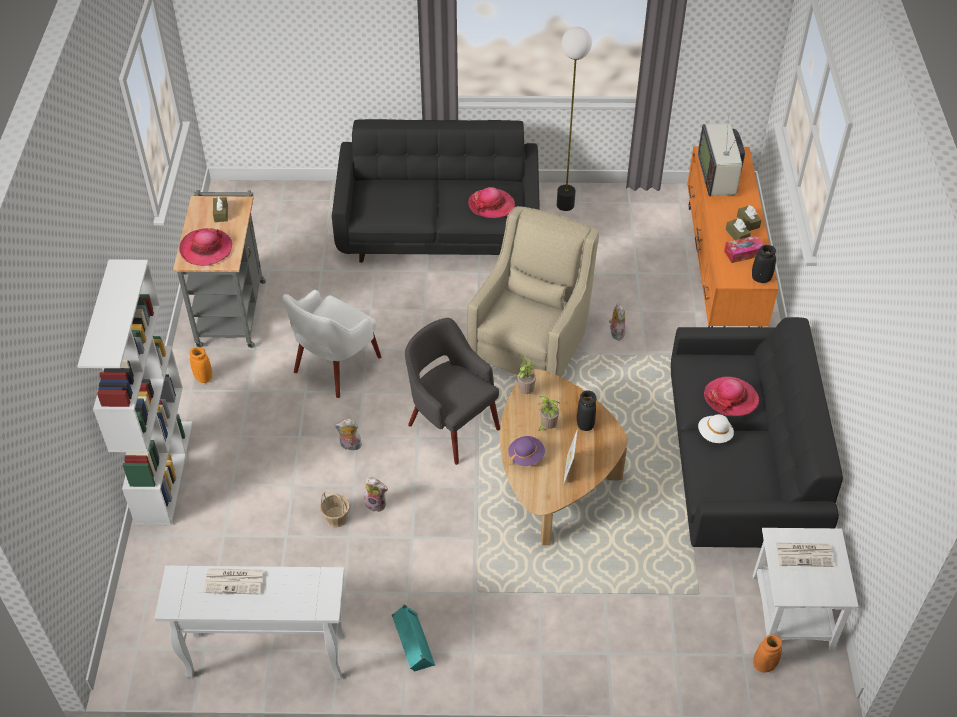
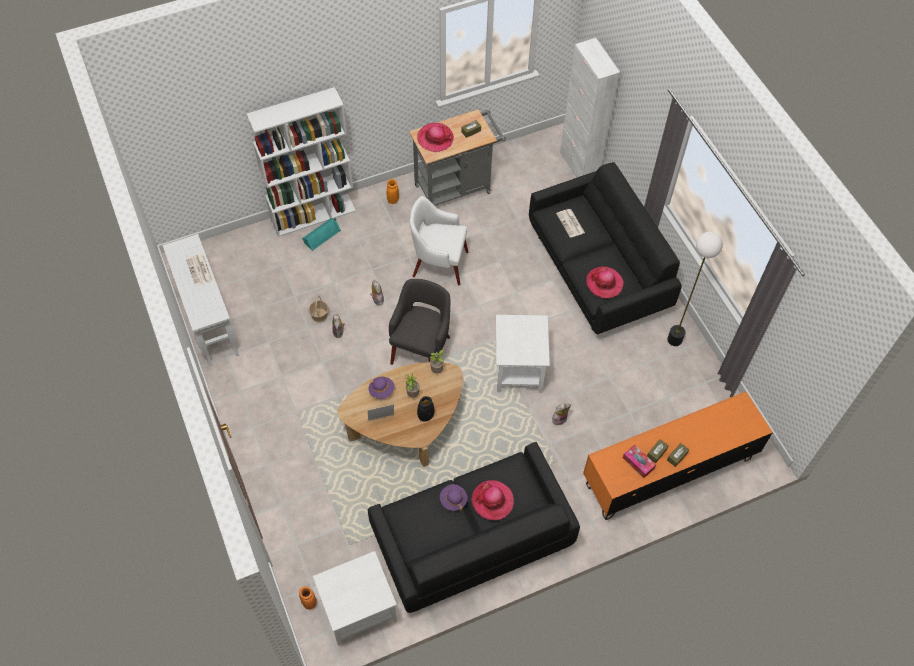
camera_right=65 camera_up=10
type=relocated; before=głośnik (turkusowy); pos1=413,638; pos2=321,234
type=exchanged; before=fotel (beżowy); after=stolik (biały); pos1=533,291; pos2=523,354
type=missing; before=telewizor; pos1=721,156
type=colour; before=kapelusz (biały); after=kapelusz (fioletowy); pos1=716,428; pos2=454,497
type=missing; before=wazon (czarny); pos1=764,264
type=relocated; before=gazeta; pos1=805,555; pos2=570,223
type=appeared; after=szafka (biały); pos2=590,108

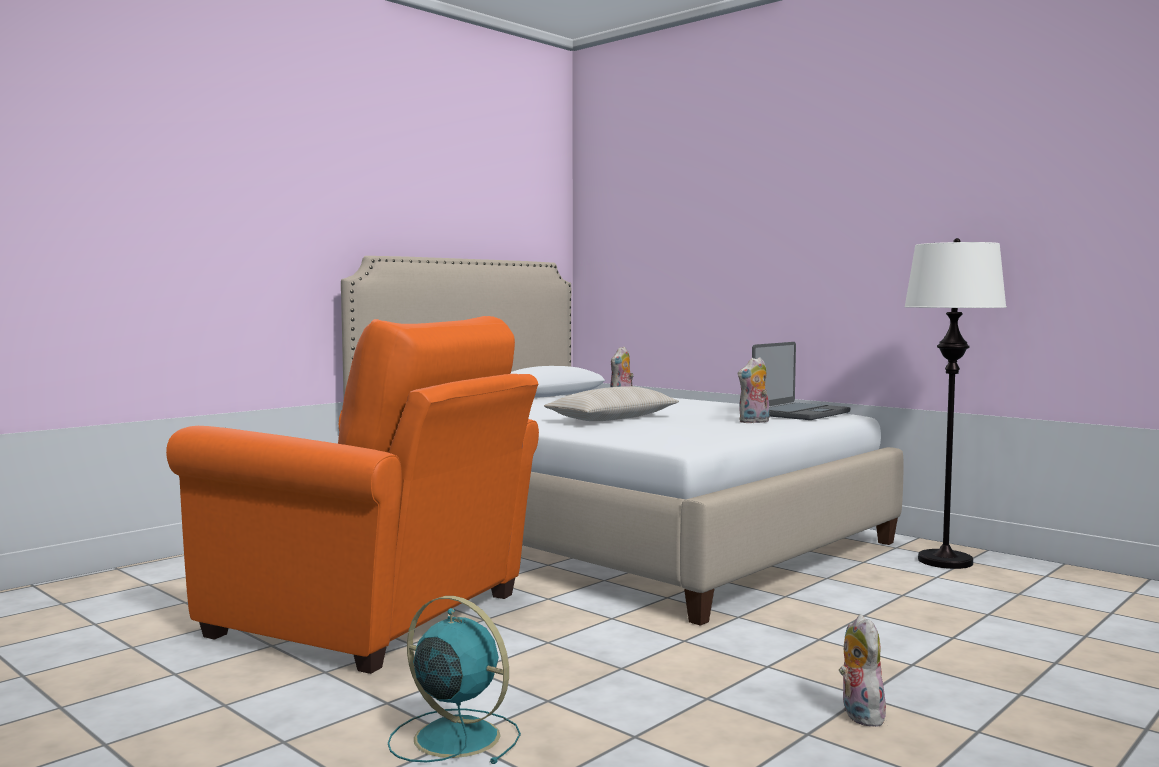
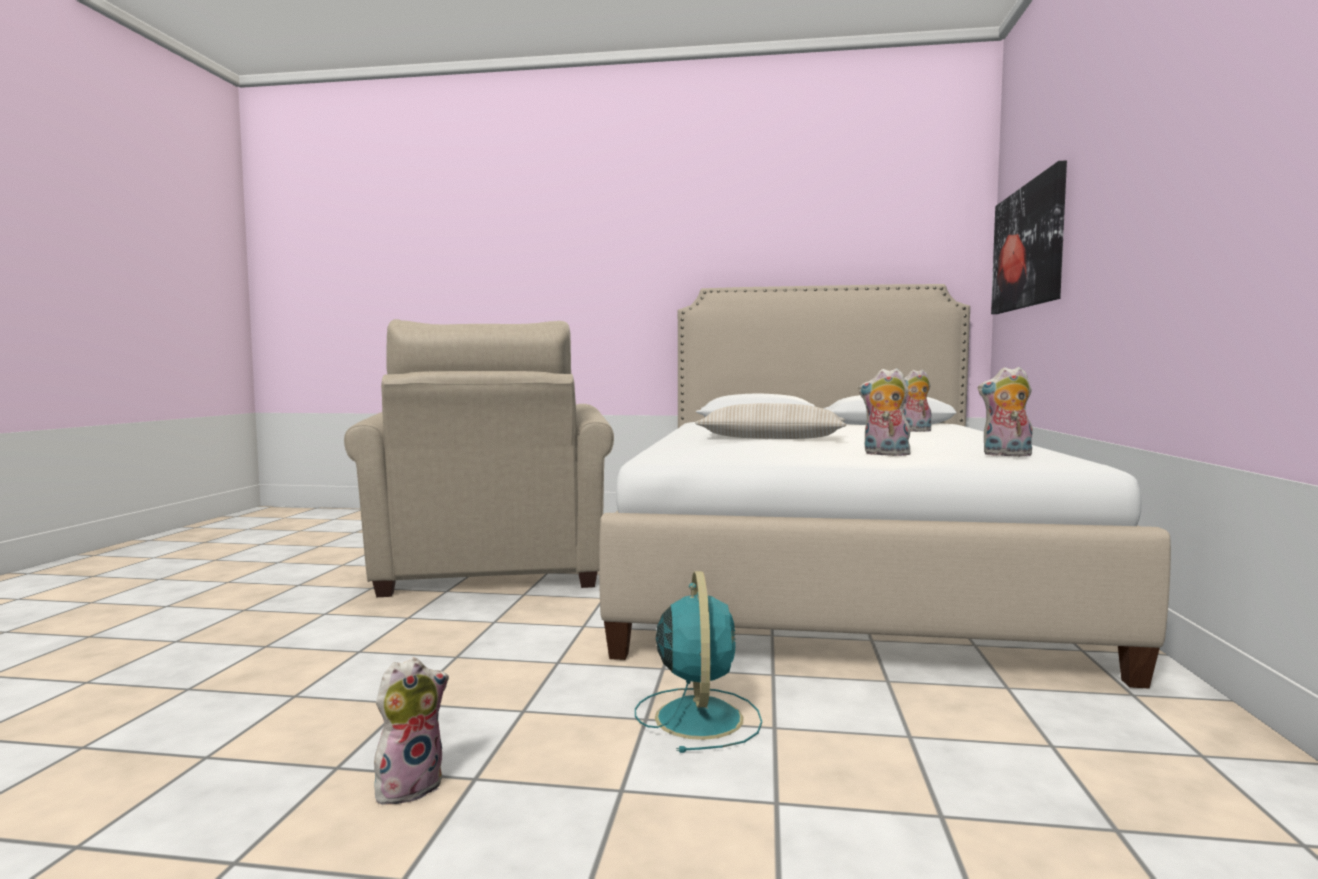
camera_right=55 camera_up=0
type=colour; before=fotel (pomarańczowy); after=fotel (beżowy); pos1=352,495; pos2=479,458
type=relocated; before=wentylator (turkusowy); pos1=454,680; pos2=698,662
type=exchanged; before=laptop; after=pluszak; pos1=801,381; pos2=1005,411
type=missing; before=lampa stojąca (biały); pos1=955,403
type=appeared; after=obraz; pos2=1029,237

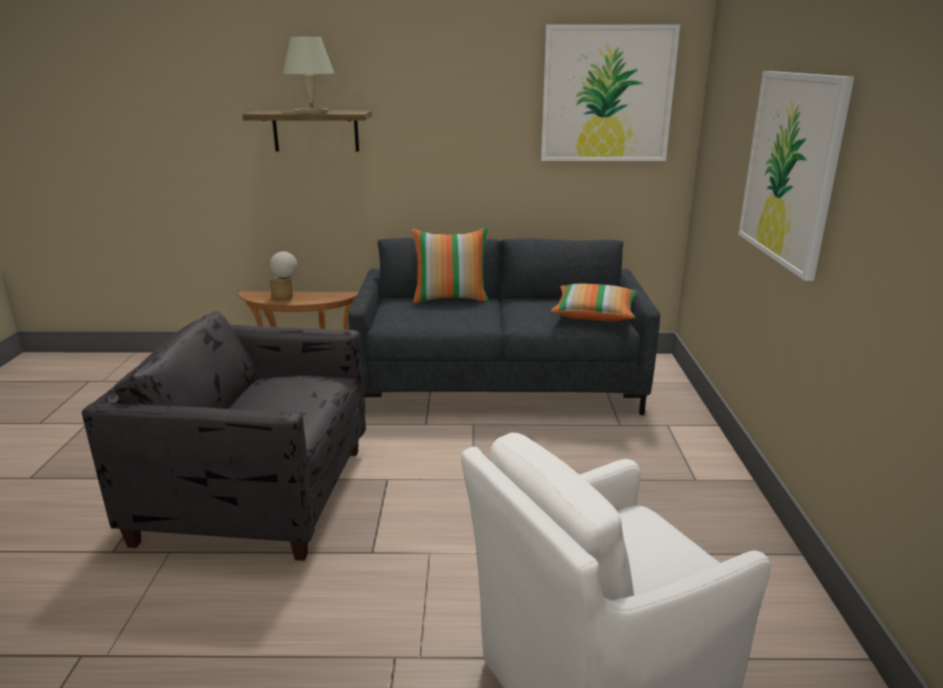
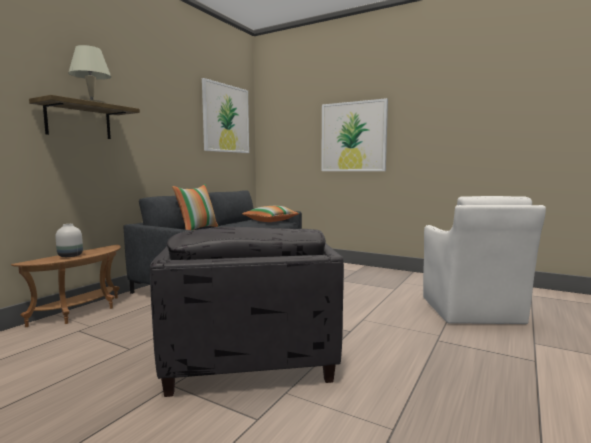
camera_right=-60 camera_up=-15
type=spun; before=fotel (szary); pos1=224,436; pos2=247,312; turn=-45
type=exchanged; before=lampa stołowa; after=wazon (biały); pos1=283,276; pos2=69,240

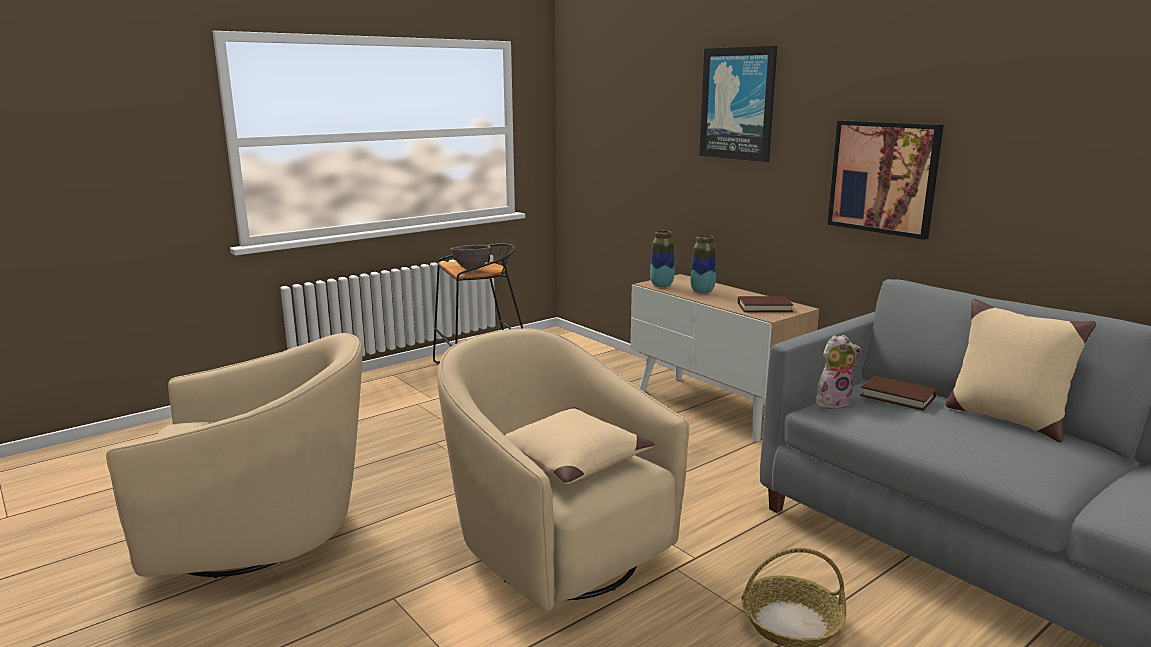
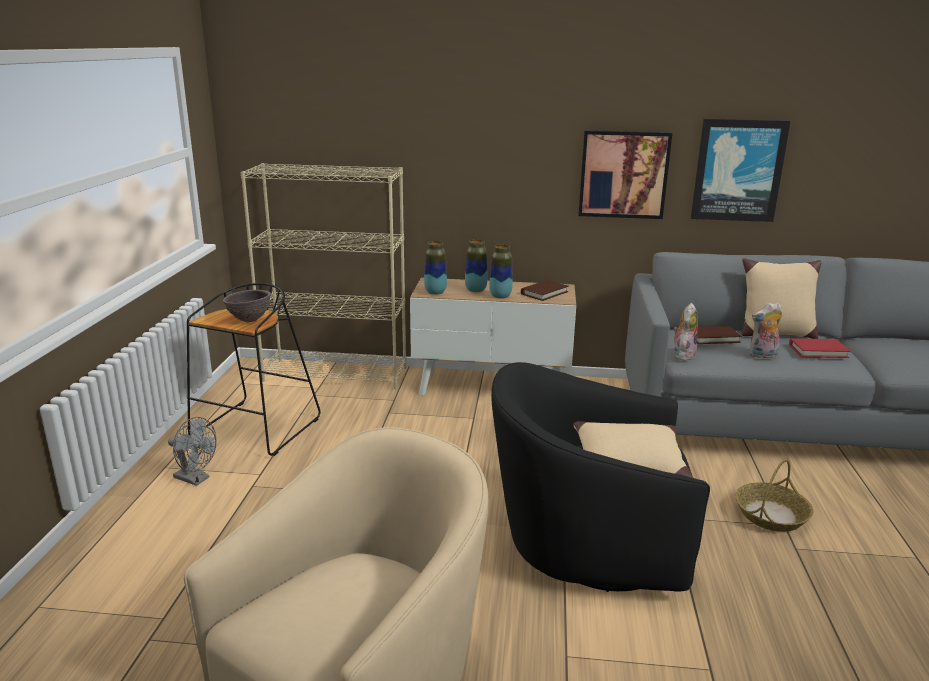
camera_right=-45 camera_up=5
type=colour; before=fotel (beżowy); after=fotel (czarny); pos1=563,470; pos2=600,477
type=relocated; before=obraz; pos1=738,104; pos2=741,170
type=appeared; after=wentylator (szary); pos2=192,451
type=appeared; after=regał (beżowy); pos2=323,276
type=appeared; after=wazon; pos2=501,271
type=appeared; after=pluszak; pos2=765,330
type=appeared; after=książka (czerwony); pos2=820,348

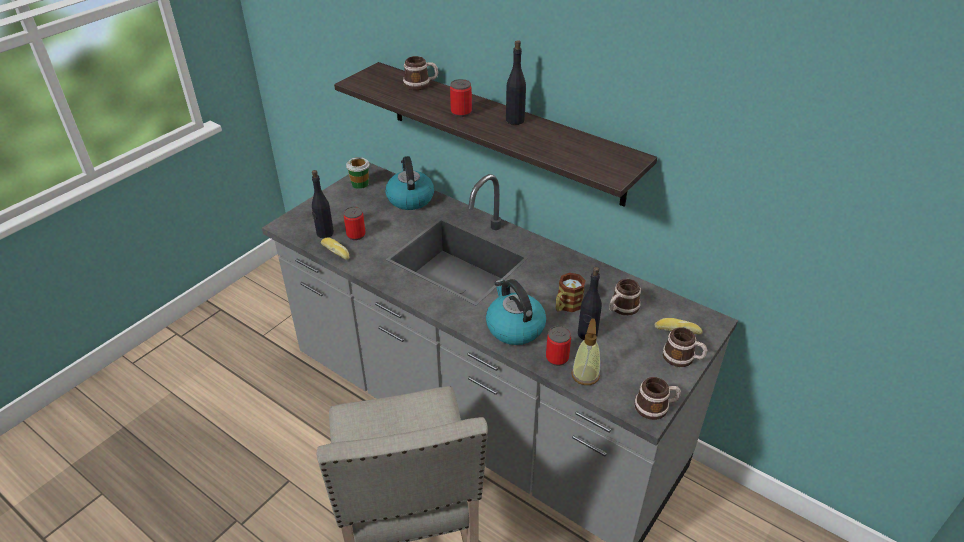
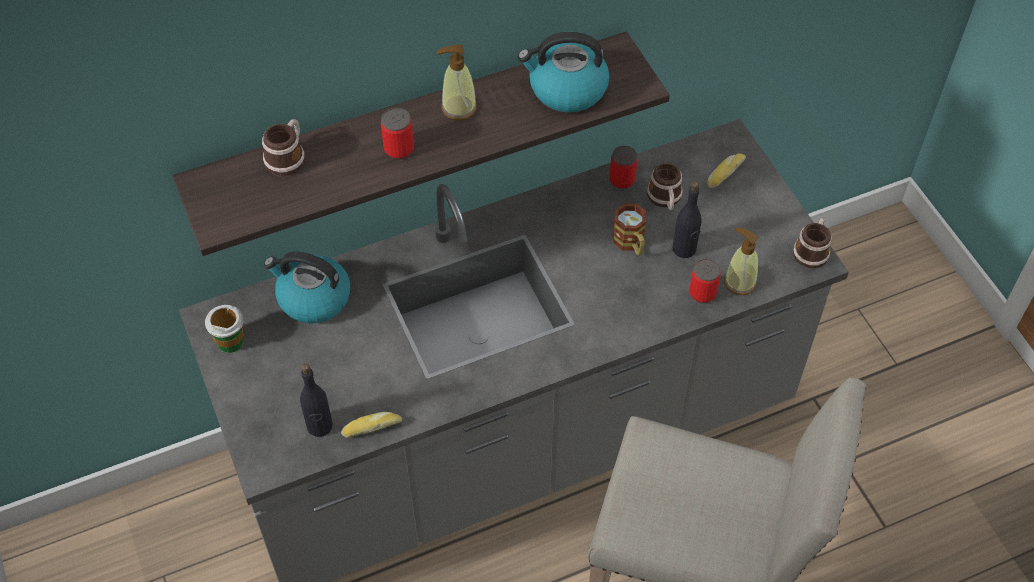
camera_right=-60 camera_up=15
type=relocated; before=puszka; pos1=355,223; pos2=623,167
type=relocated; before=czajnik; pos1=516,312; pos2=563,72
type=exchanged; before=butelka (czarny); after=dozownik mydła; pos1=516,82; pos2=456,82
type=missing; before=kubek; pos1=685,347

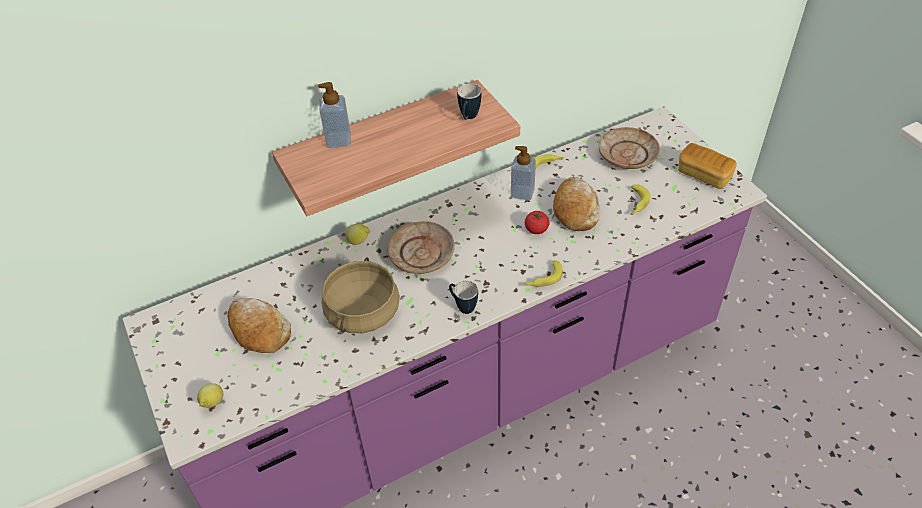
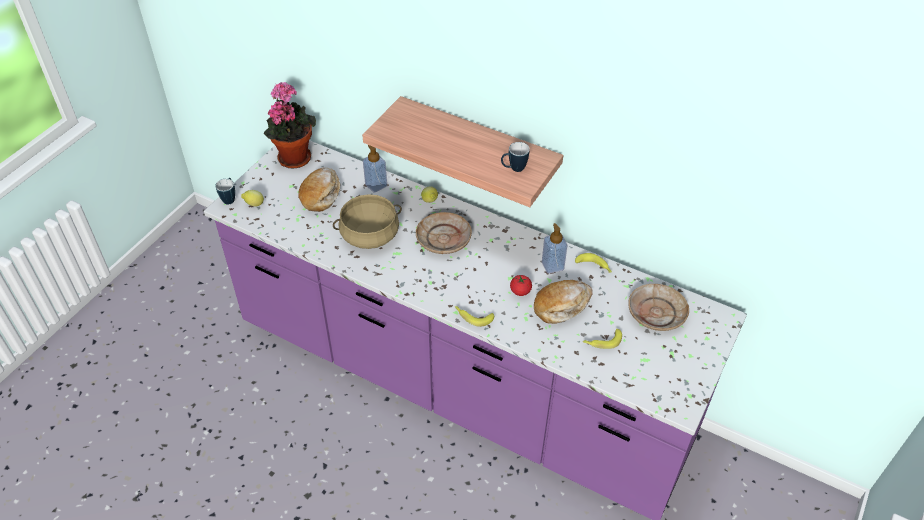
camera_right=55 camera_up=0
type=relocated; before=dozownik mydła; pos1=334,115; pos2=375,169
type=relocated; before=kubek; pos1=463,297; pos2=225,191
type=missing; before=chleb; pos1=707,165
type=appeared; after=roślina doniczkowa; pos2=290,125

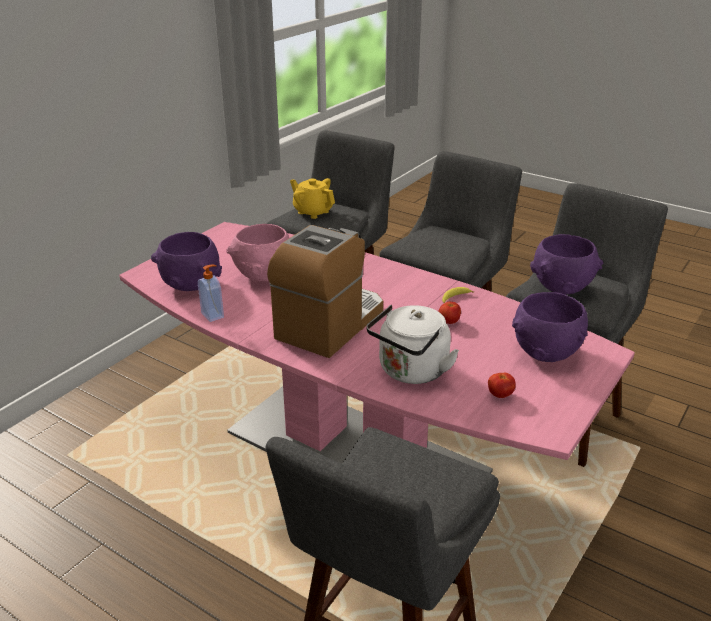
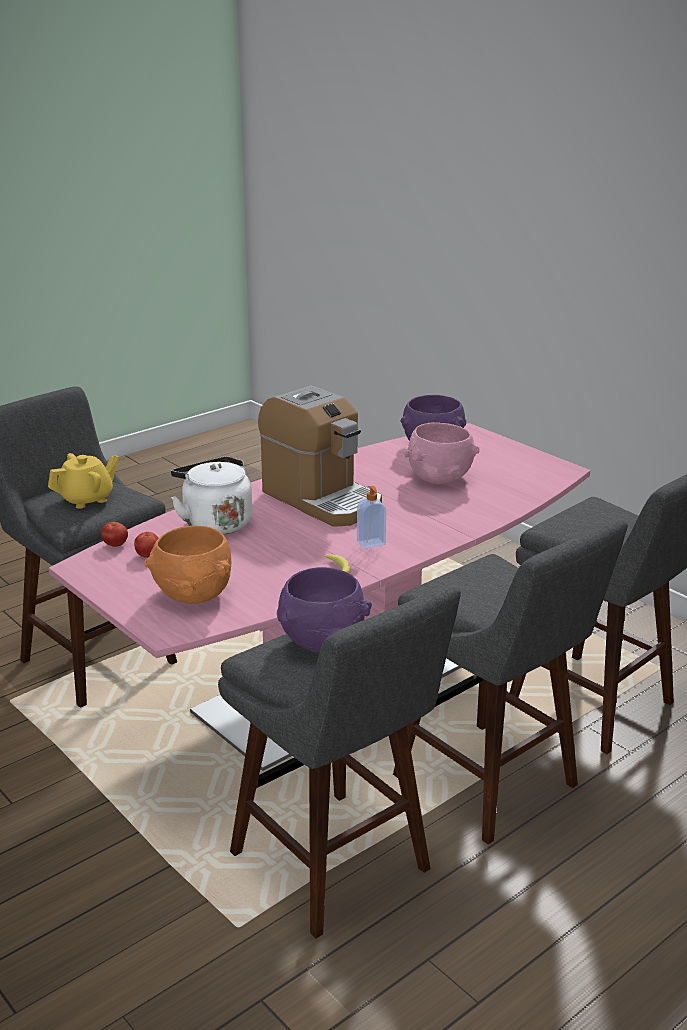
camera_right=105 camera_up=-5
type=relocated; before=dozownik mydła; pos1=211,293; pos2=371,517
type=relocated; before=imbryk (żółty); pos1=312,198; pos2=83,481
type=relocated; before=pomidor; pos1=449,313; pos2=114,534
type=colour; before=miska (fioletowy); after=miska (pomarańczowy); pos1=550,327; pos2=188,564

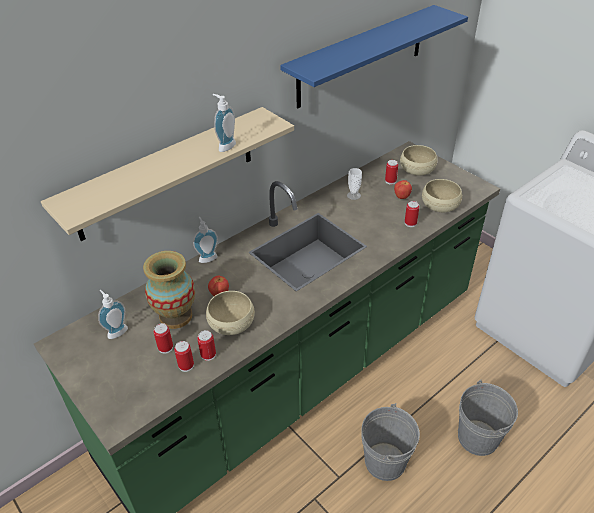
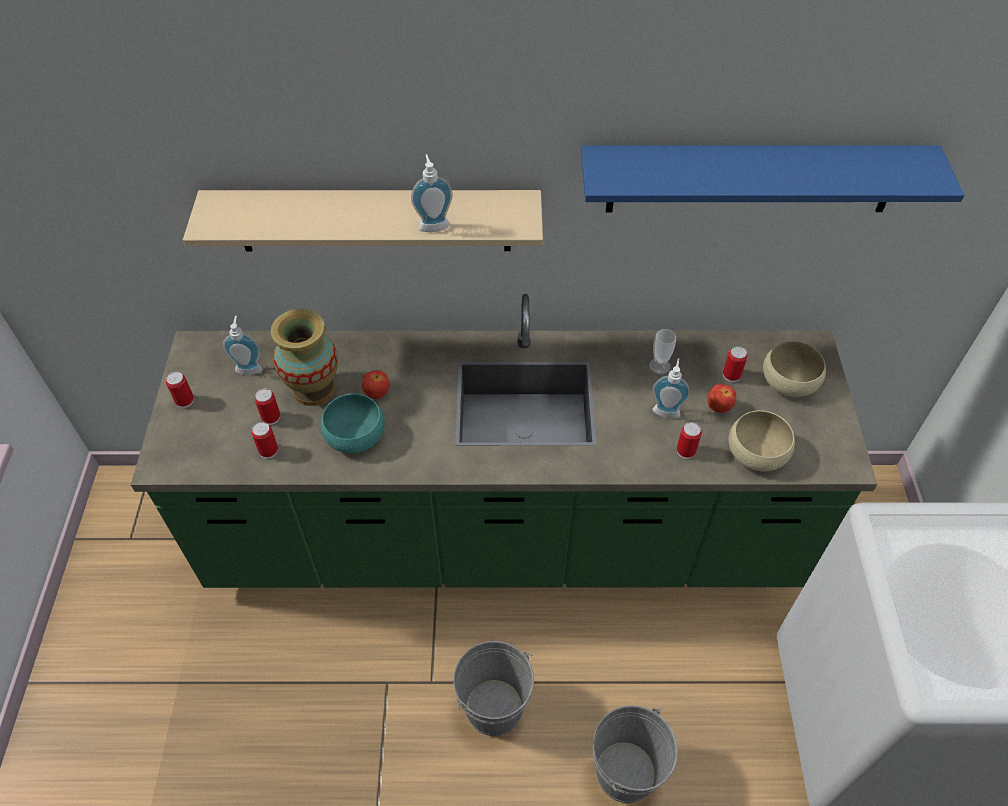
camera_right=40 camera_up=10
type=relocated; before=dozownik mydła; pos1=205,240; pos2=671,388
type=relocated; before=puszka; pos1=206,345; pos2=180,390
type=colour; before=miska (beżowy); after=miska (turkusowy); pos1=230,313; pos2=353,423

